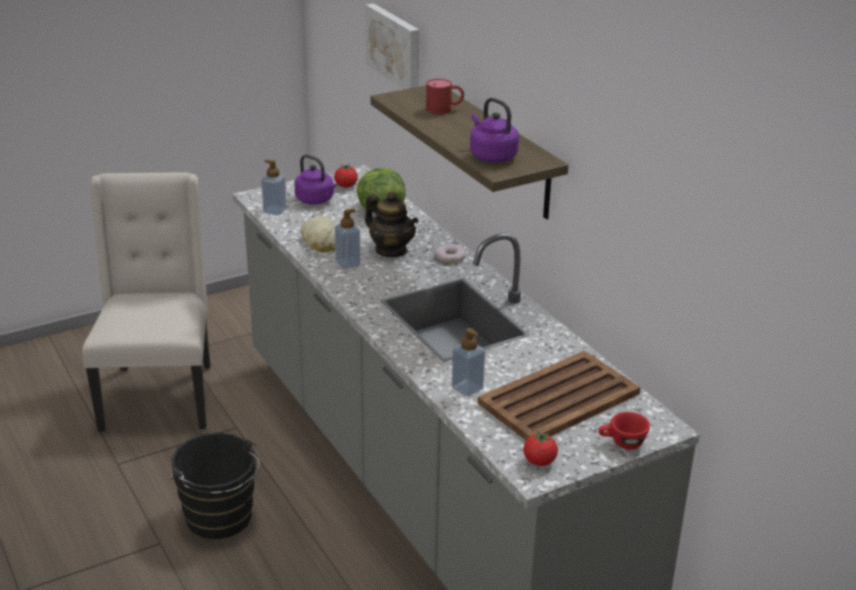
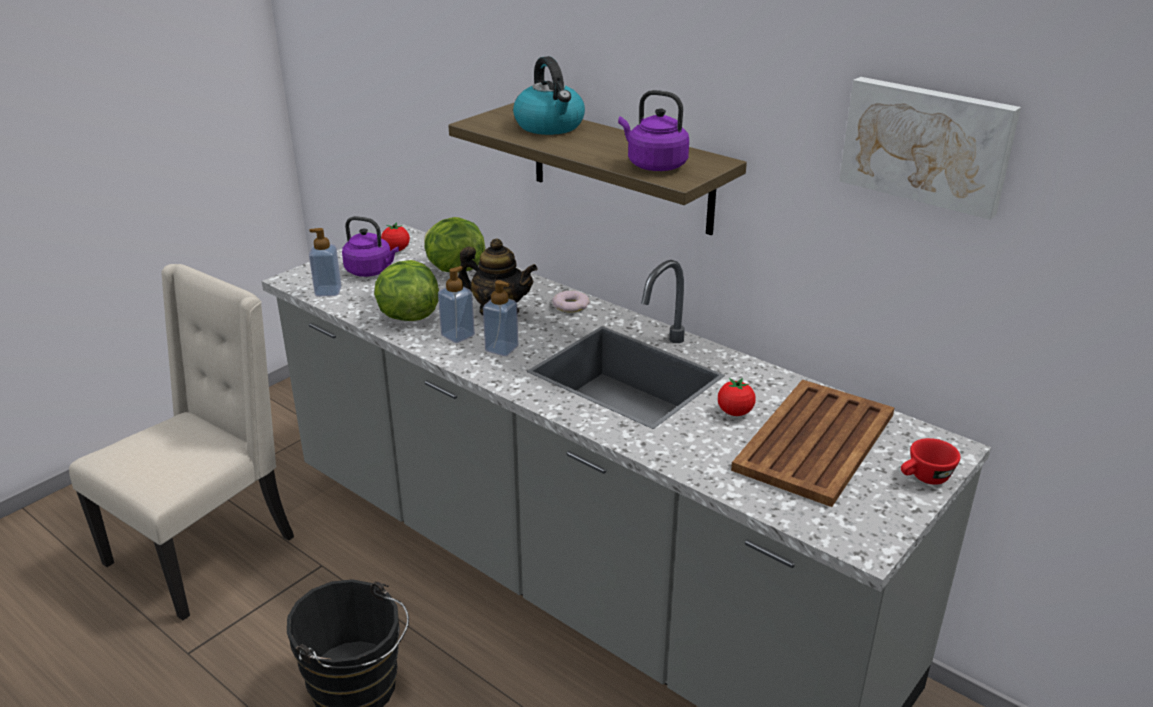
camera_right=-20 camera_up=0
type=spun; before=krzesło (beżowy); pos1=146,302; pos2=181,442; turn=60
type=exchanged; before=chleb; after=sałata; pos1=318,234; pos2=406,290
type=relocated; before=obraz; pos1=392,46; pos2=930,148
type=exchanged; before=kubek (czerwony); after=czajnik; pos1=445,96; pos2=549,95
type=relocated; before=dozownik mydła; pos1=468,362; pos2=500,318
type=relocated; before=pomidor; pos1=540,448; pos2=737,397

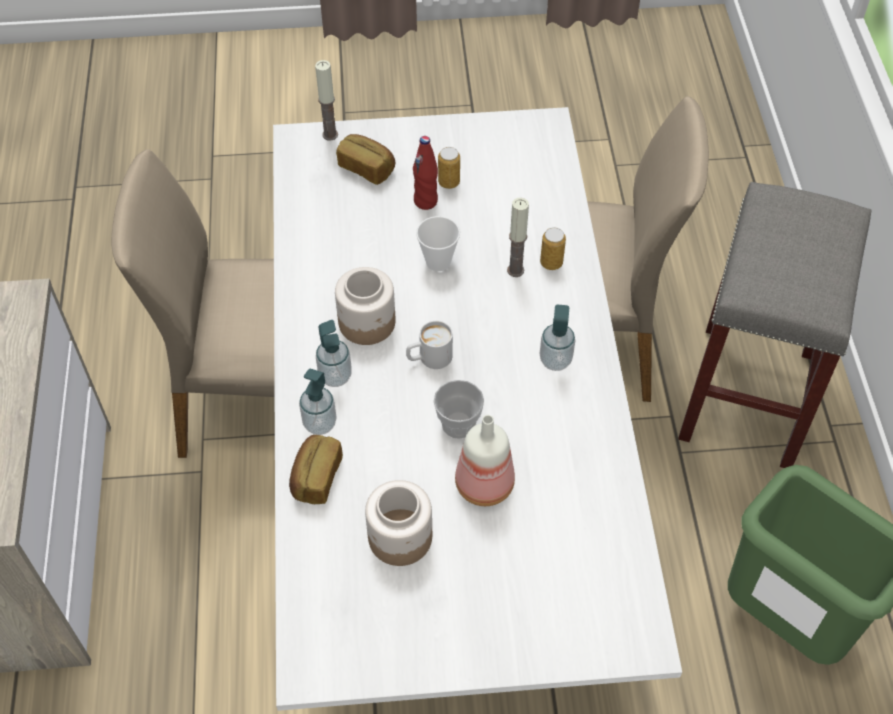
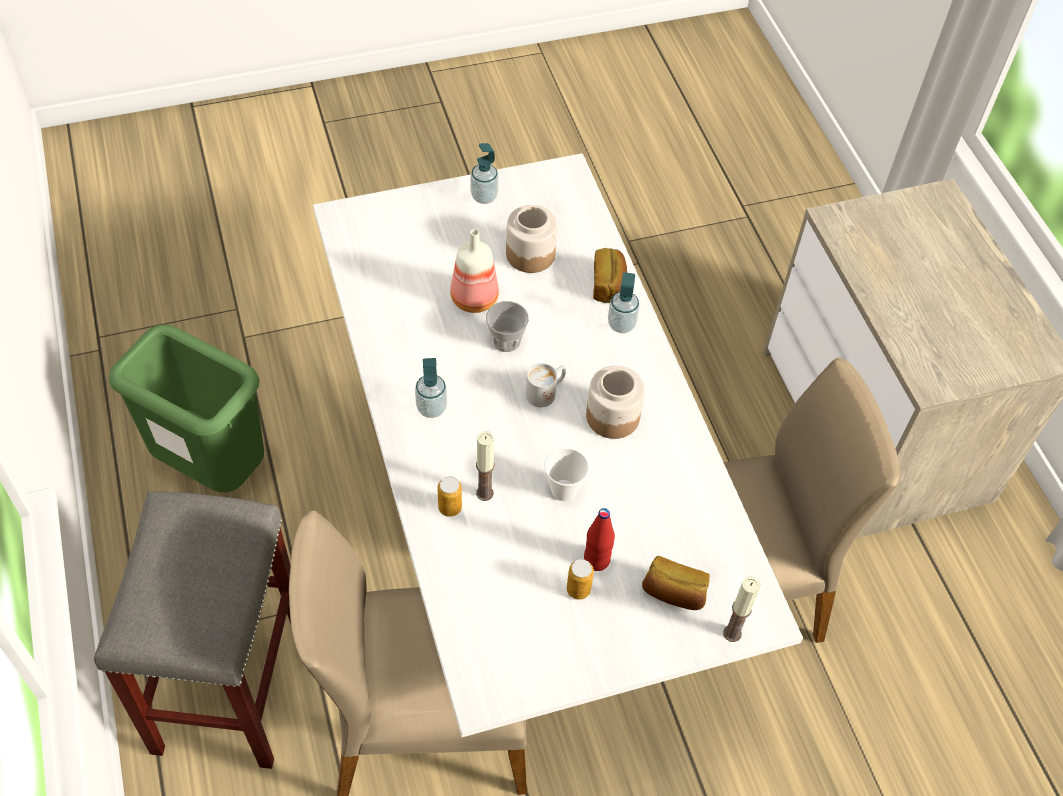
camera_right=165 camera_up=0
type=relocated; before=dozownik mydła; pos1=334,353; pos2=484,173

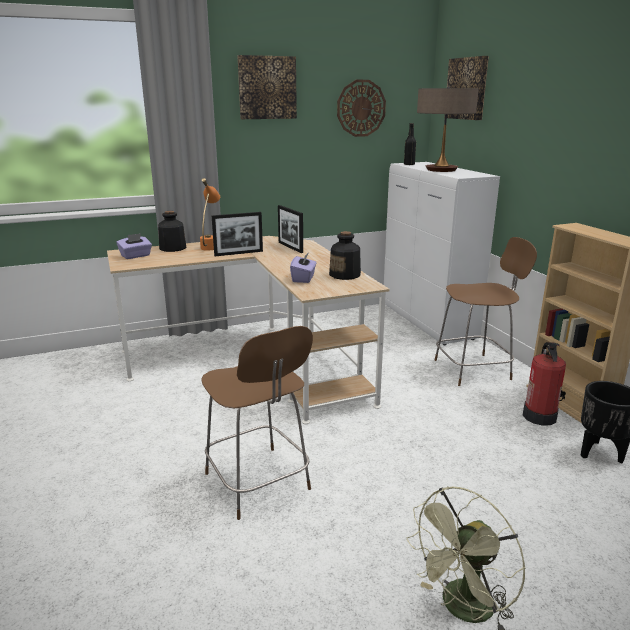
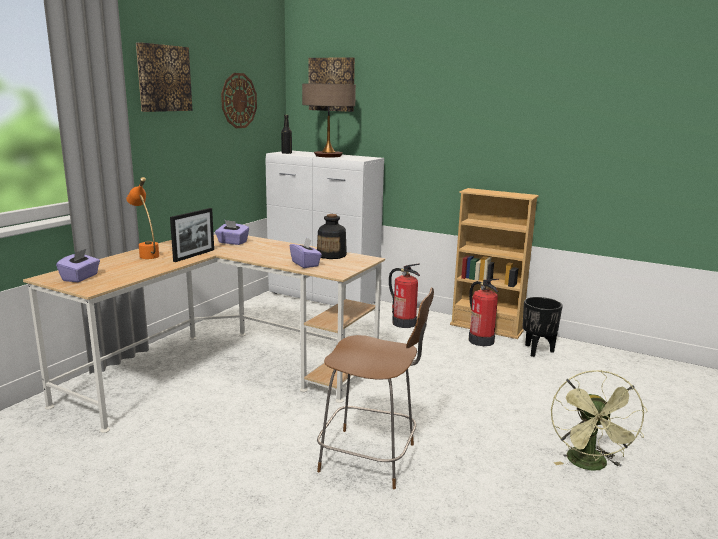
camera_right=-40 camera_up=-5
type=missing; before=butelka; pos1=172,231
type=exchanged; before=ramka na zdjęcie; after=pudełko chusteczek (fioletowy); pos1=290,229; pos2=232,232
type=exchanged; before=krzesło (brązowy); after=gaśnica; pos1=485,311; pos2=404,296

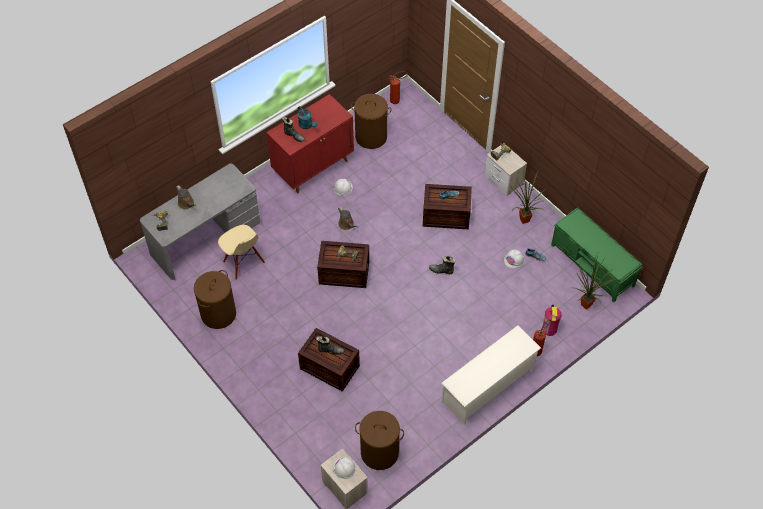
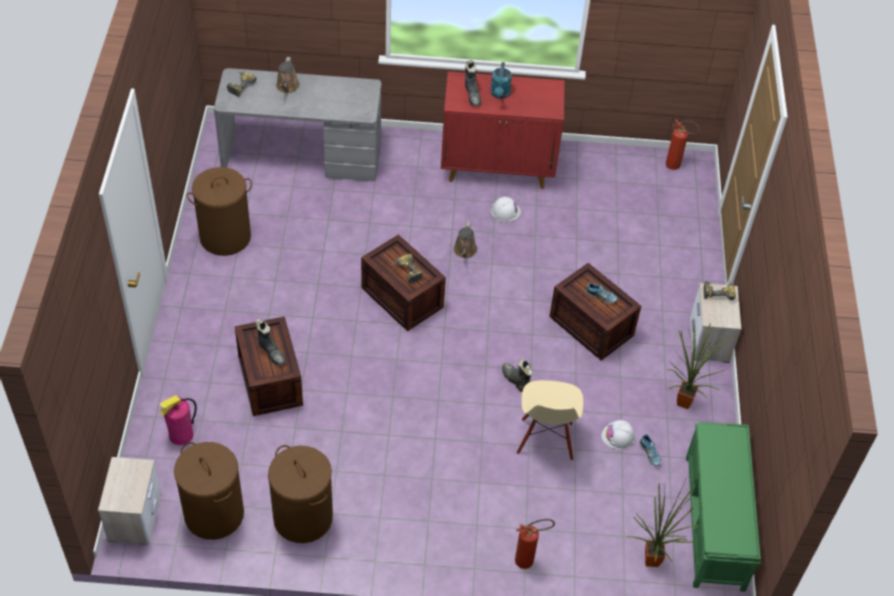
camera_right=40 camera_up=-5
type=relocated; before=krzesło (beżowy); pos1=241,252; pos2=550,420
type=missing; before=kask (biały); pos1=344,468
type=relocated; before=kosz na pranie (brązowy); pos1=371,121; pos2=300,494
type=missing; before=regał na buty (biały); pos1=491,375
type=relocated; before=gaśnica; pos1=552,320; pos2=178,420

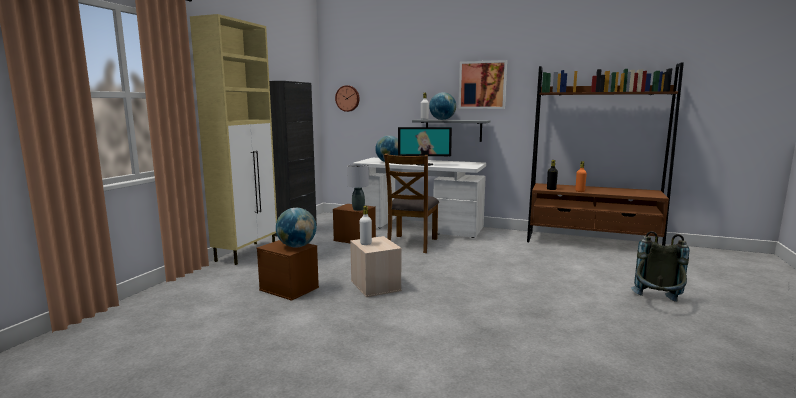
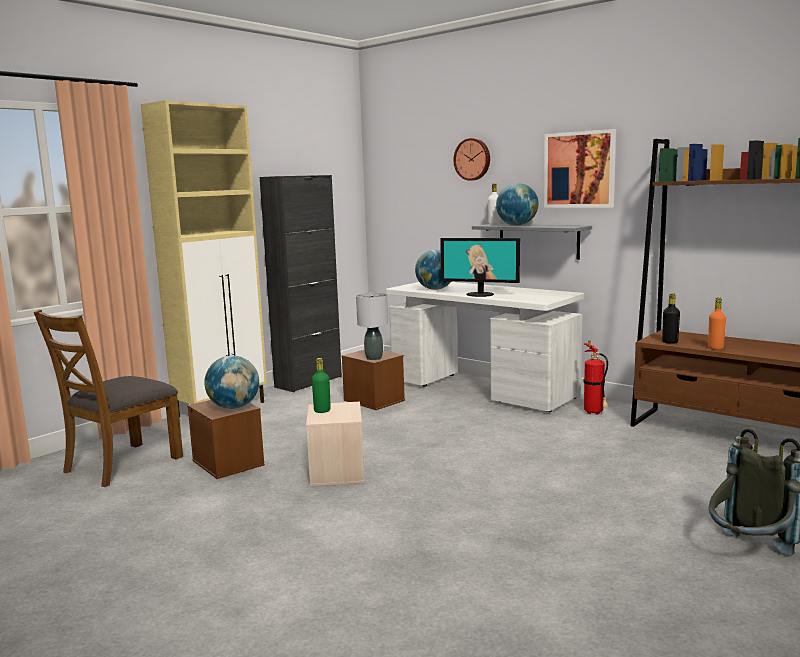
camera_right=20 camera_up=0
type=relocated; before=zegar ścienny; pos1=347,98; pos2=471,159
type=colour; before=butelka (biały); after=butelka (zielony); pos1=366,225; pos2=321,385
type=relocated; before=krzesło (brązowy); pos1=411,203; pos2=108,398
type=appeared; after=gaśnica; pos2=596,377

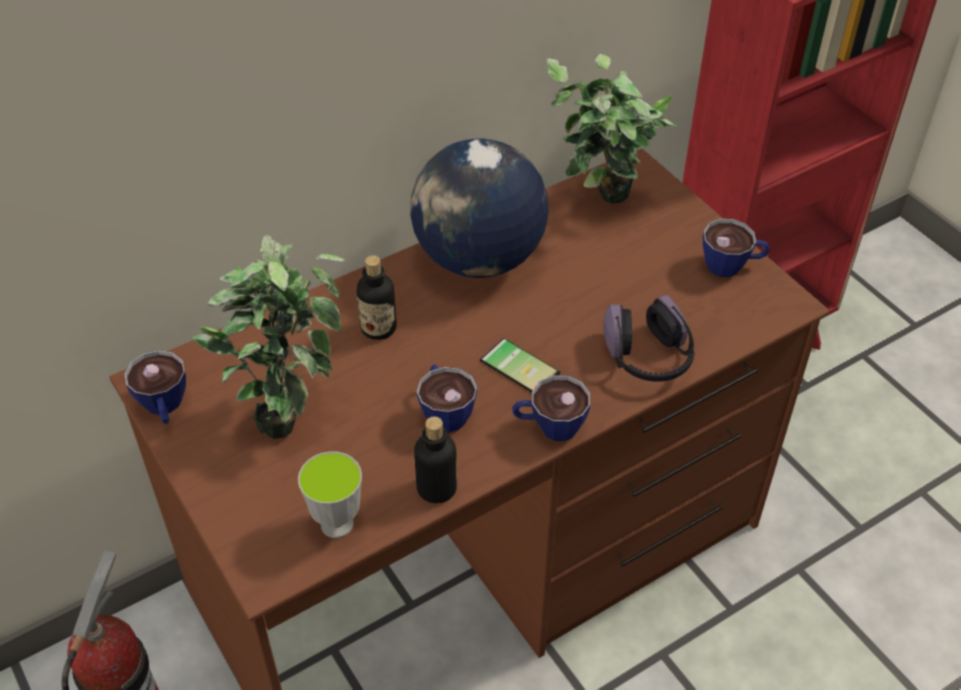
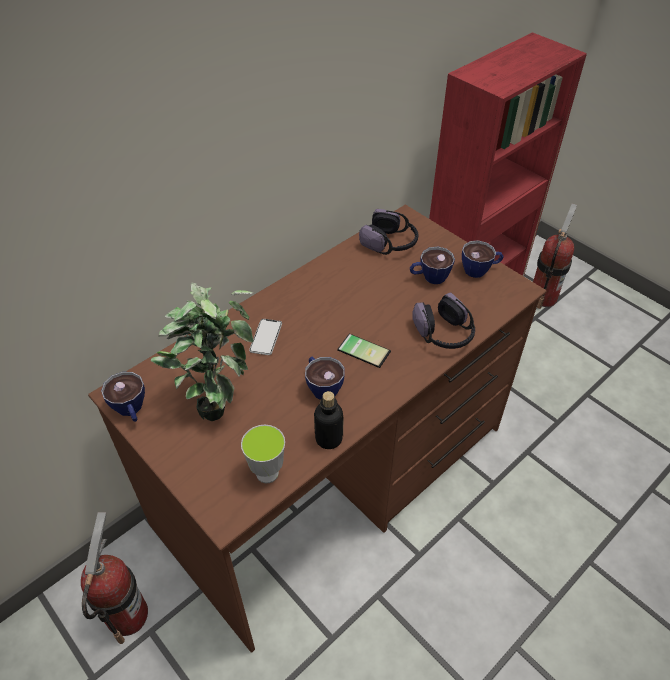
camera_right=-10 camera_up=0
type=exchanged; before=butelka; after=telefon; pos1=377,297; pos2=265,337
type=missing; before=globus; pos1=479,208
type=relocated; before=filiżanka; pos1=551,408; pos2=432,265
type=exchanged; before=roślina doniczkowa; after=słuchawki; pos1=612,129; pos2=388,232
type=appeared; after=gaśnica; pos2=555,256

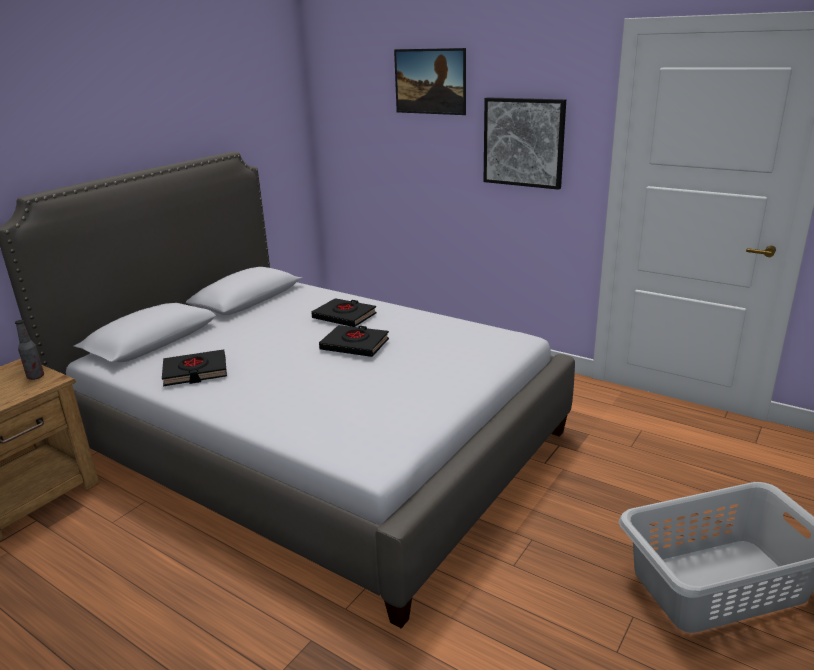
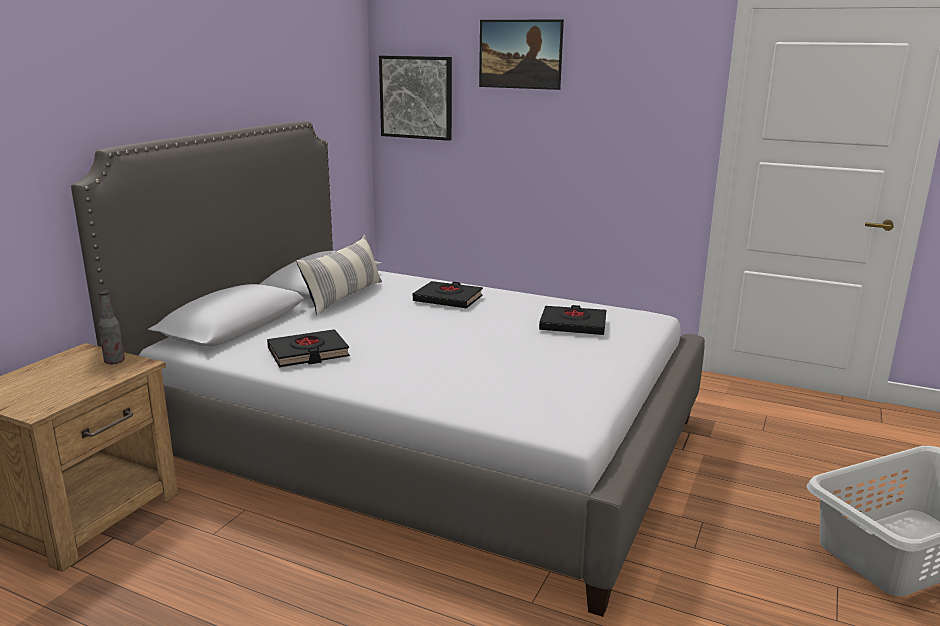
camera_right=-10 camera_up=-5
type=relocated; before=książka (czarny); pos1=354,341; pos2=572,320
type=relocated; before=obraz; pos1=525,143; pos2=415,98
type=appeared; after=poduszka; pos2=339,275

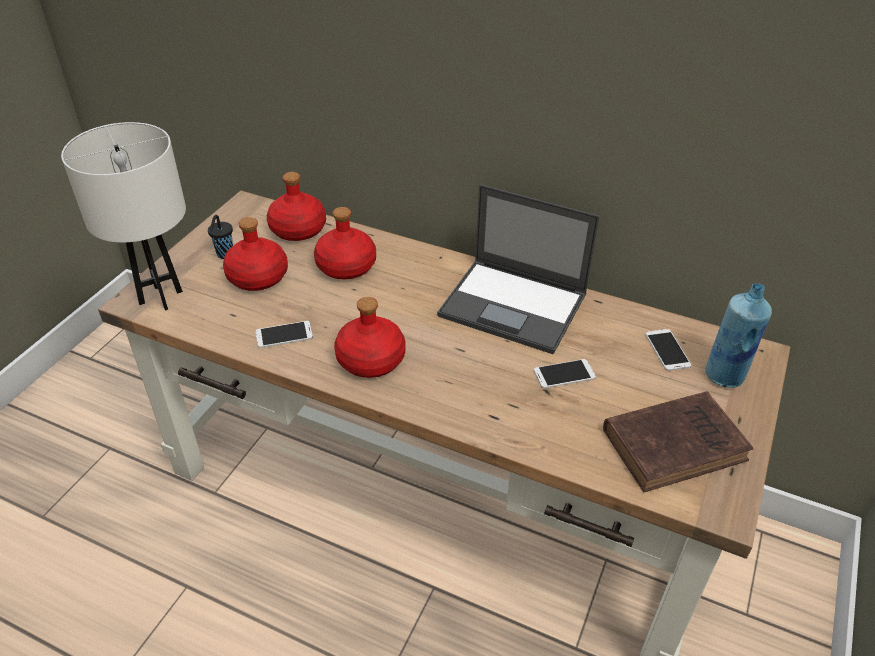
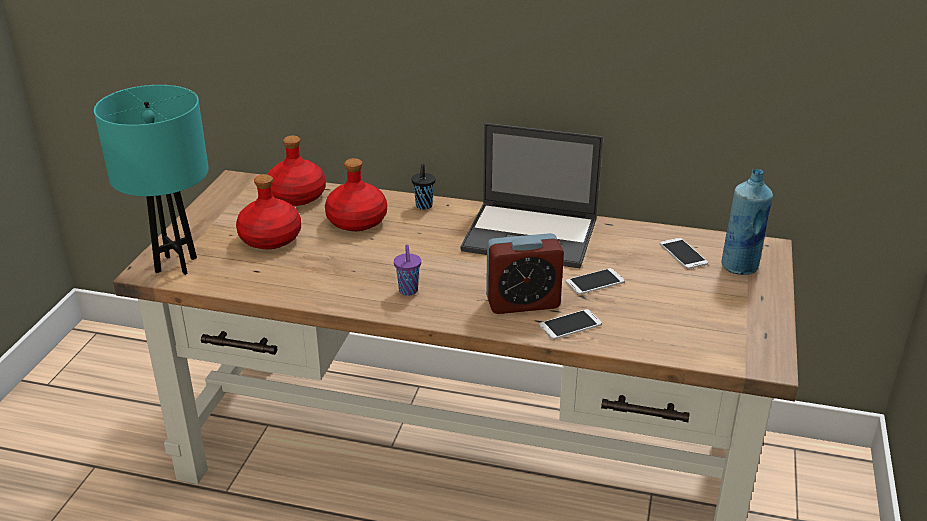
camera_right=-10 camera_up=-10
type=colour; before=lampa stołowa (biały); after=lampa stołowa (turkusowy); pos1=123,216; pos2=151,180
type=relocated; before=filiżanka (czarny); pos1=220,237; pos2=423,186
type=relocated; before=telefon; pos1=284,334; pos2=570,324
type=exchanged; before=butelka (czerwony); after=filiżanka (fioletowy); pos1=370,337; pos2=407,270
type=missing; before=książka (brązowy); pos1=678,441
type=appeared; after=budzik; pos2=525,273

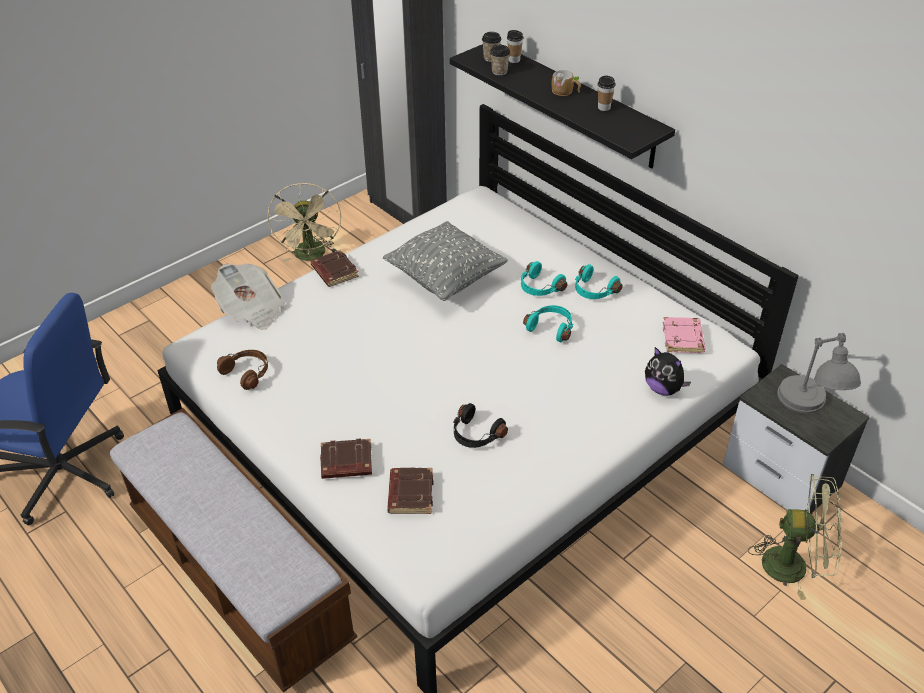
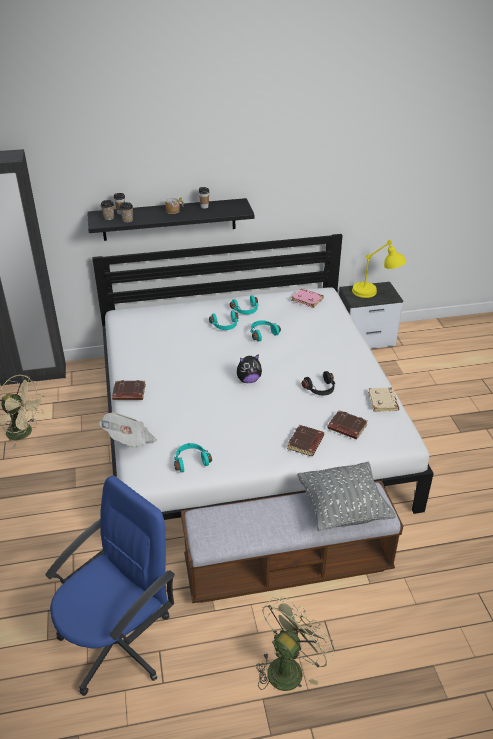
camera_right=-60 camera_up=-5
type=colour; before=słuchawki (brązowy); after=słuchawki (turkusowy); pos1=242,370; pos2=193,457
type=relocated; before=poduszka (szary); pos1=445,261; pos2=346,496
type=relocated; before=pluszak; pos1=668,371; pos2=249,368
type=relocated; before=wentylator (zielony); pos1=795,537; pos2=295,643
type=colour; before=lampa stołowa (szary); after=lampa stołowa (żółty); pos1=819,373; pos2=379,269
type=appeared; after=książka (beżowy); pos2=384,400

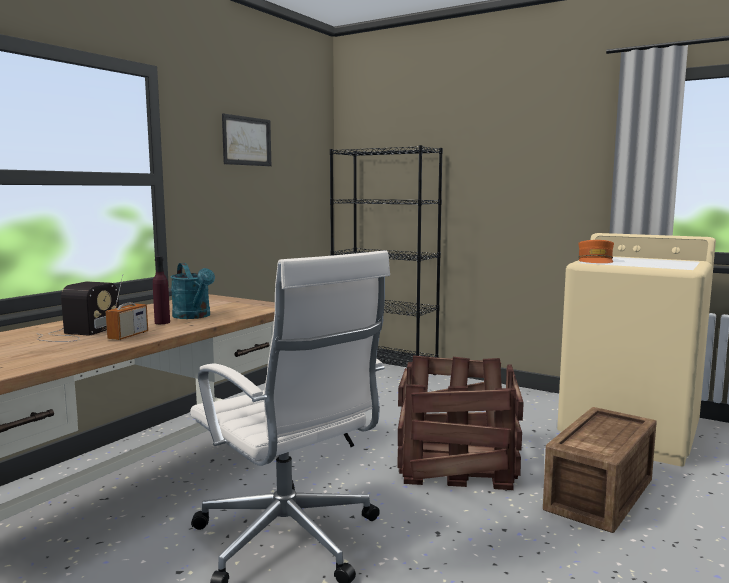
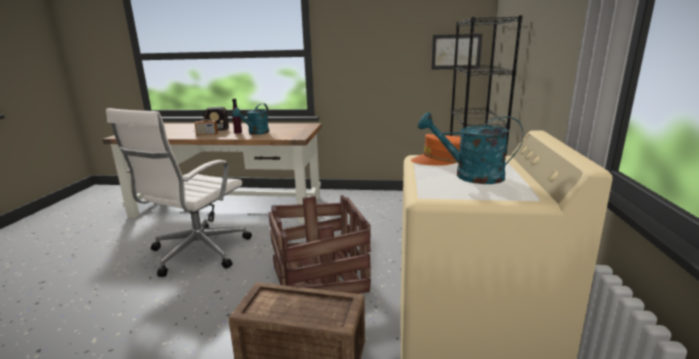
camera_right=65 camera_up=10
type=relocated; before=obraz; pos1=246,139; pos2=456,51
type=appeared; after=konewka (turkusowy); pos2=470,148

